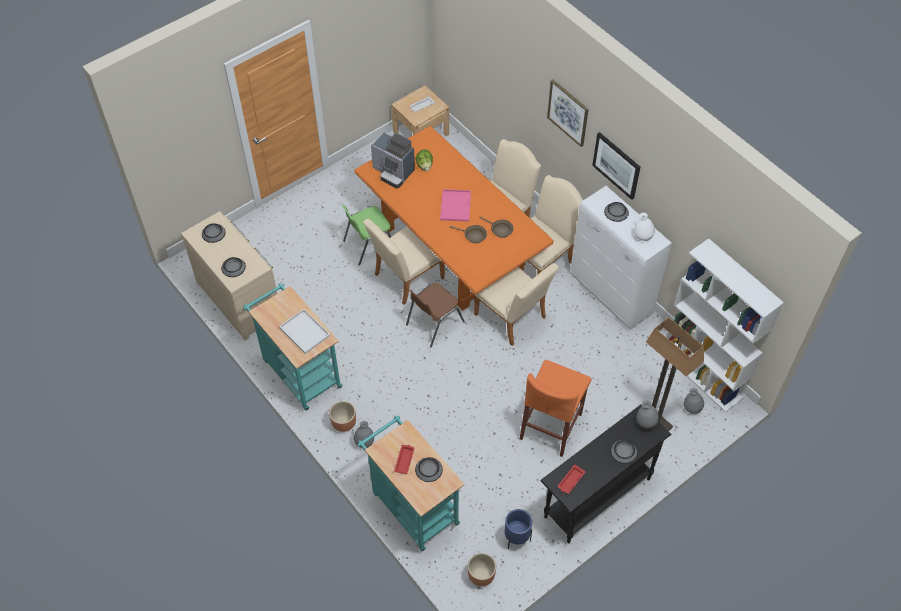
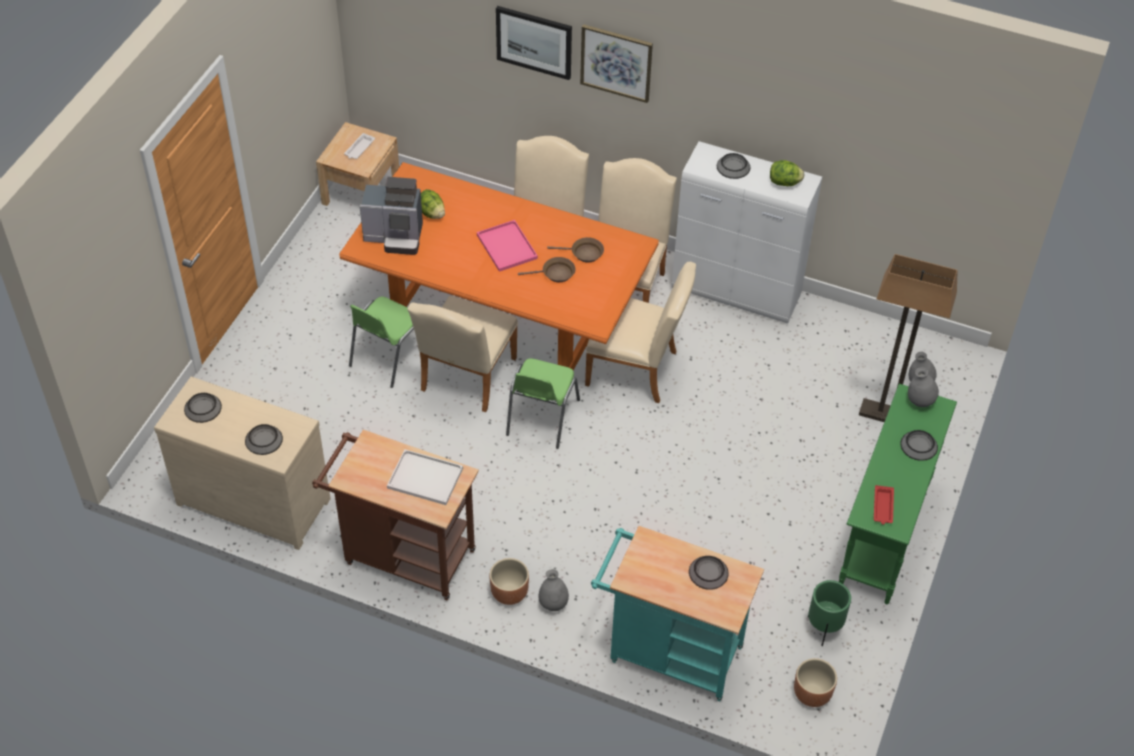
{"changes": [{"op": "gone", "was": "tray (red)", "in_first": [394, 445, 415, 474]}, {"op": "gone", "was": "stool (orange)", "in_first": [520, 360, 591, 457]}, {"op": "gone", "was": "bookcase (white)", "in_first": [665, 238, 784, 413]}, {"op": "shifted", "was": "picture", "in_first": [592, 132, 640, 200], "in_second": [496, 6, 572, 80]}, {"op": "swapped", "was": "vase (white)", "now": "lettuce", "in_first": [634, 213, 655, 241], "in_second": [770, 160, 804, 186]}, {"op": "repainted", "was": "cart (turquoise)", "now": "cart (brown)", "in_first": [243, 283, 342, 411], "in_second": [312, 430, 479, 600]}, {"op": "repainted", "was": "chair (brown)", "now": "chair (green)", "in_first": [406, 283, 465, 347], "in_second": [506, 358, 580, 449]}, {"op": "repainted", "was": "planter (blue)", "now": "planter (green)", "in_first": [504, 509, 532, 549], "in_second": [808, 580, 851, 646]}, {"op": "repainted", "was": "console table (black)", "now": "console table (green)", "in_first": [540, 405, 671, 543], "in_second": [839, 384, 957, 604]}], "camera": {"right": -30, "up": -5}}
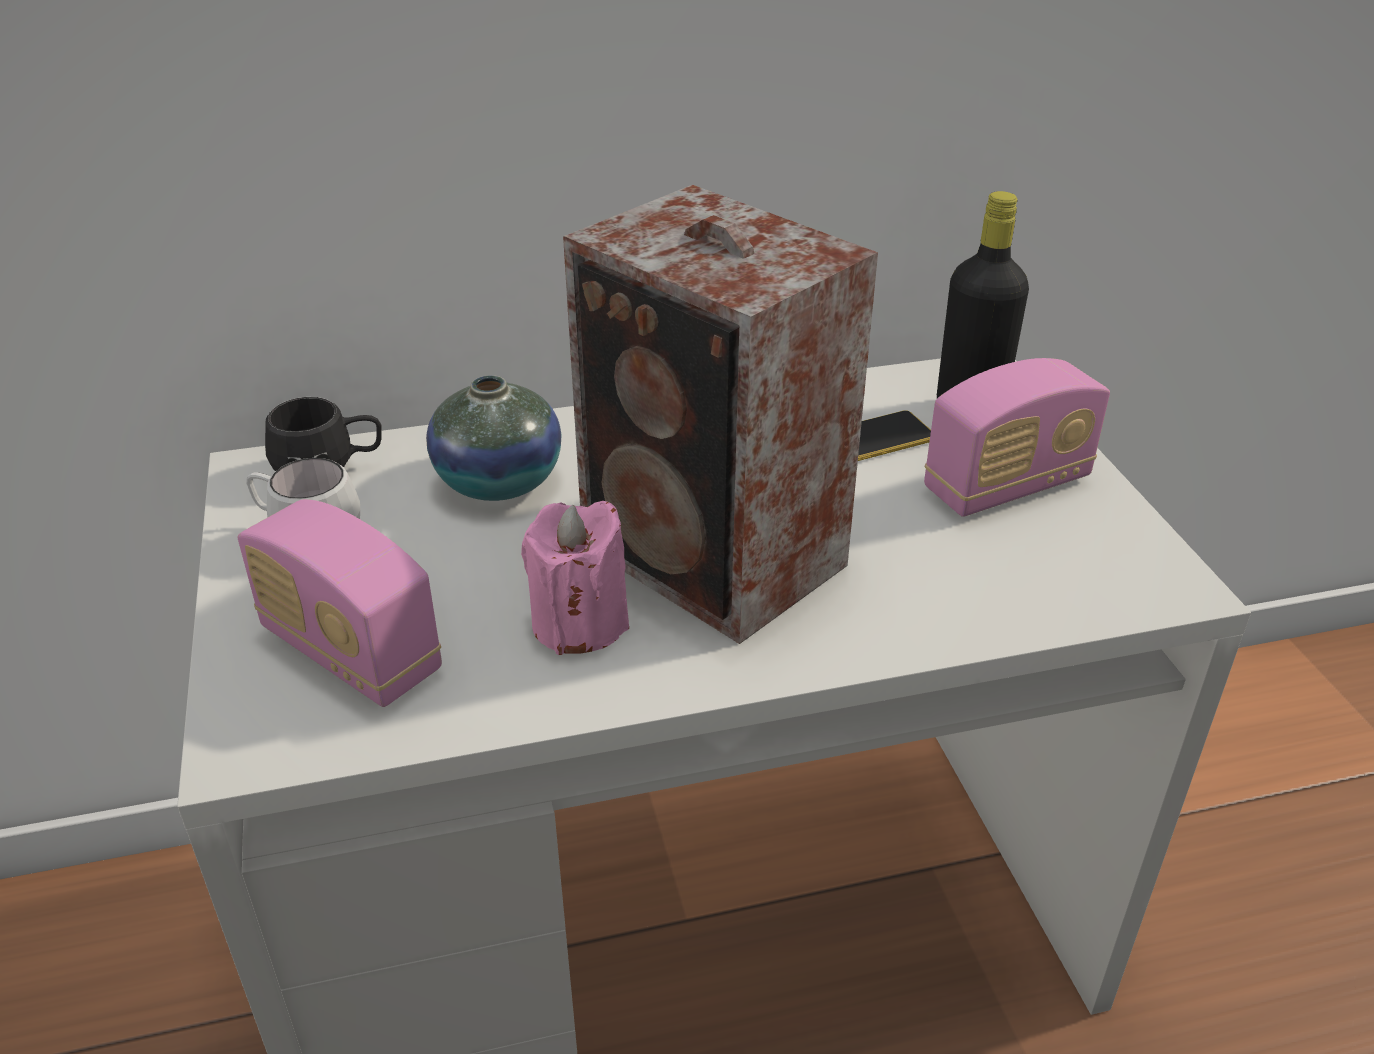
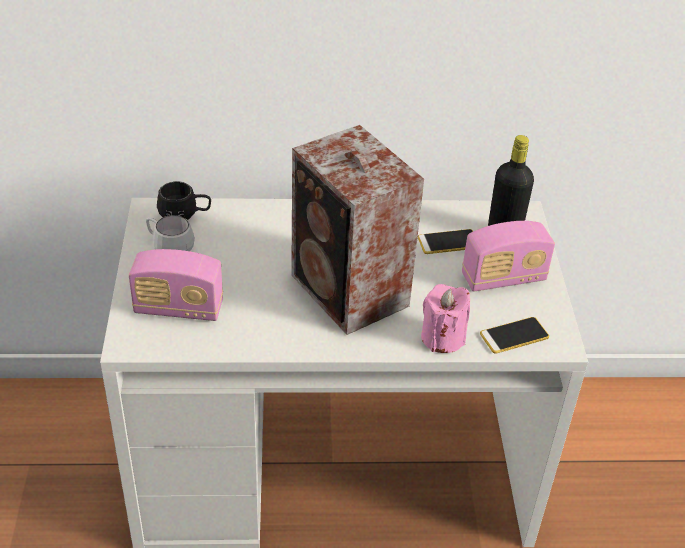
{"changes": [{"op": "gone", "was": "vase", "in_first": [426, 375, 561, 501]}, {"op": "new", "now": "phone", "in_second": [480, 317, 549, 354]}, {"op": "shifted", "was": "candle (pink)", "in_first": [521, 501, 629, 655], "in_second": [421, 284, 470, 353]}, {"op": "rotated", "was": "radio", "in_first": [237, 499, 442, 707], "in_second": [129, 249, 223, 321], "clockwise": -45}], "camera": {"right": 10, "up": 5}}
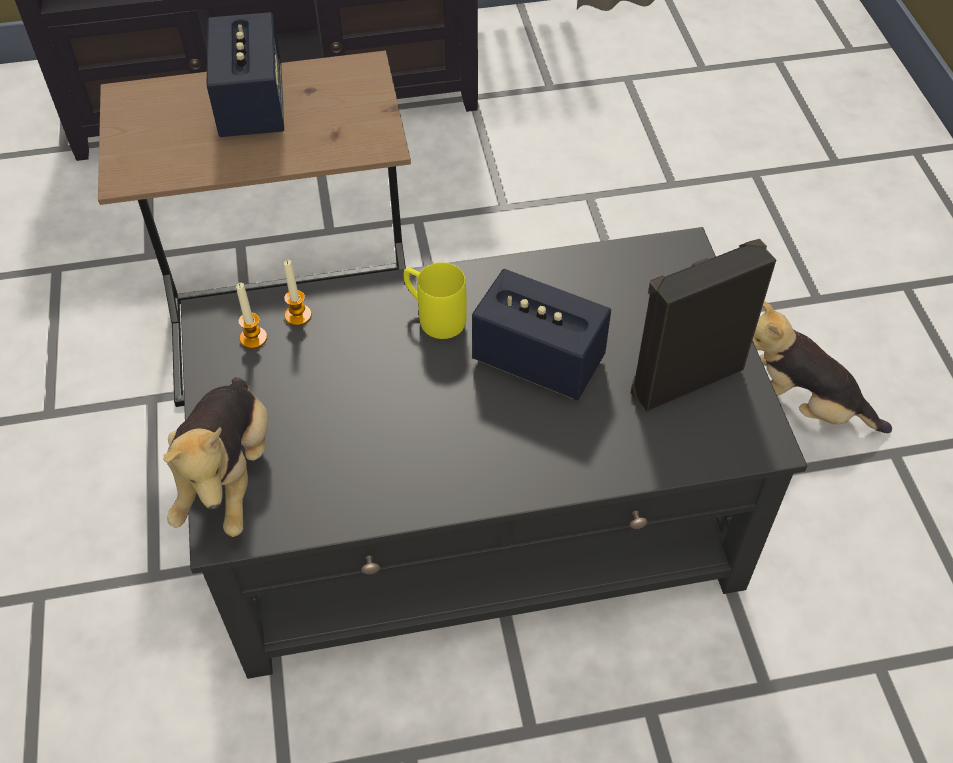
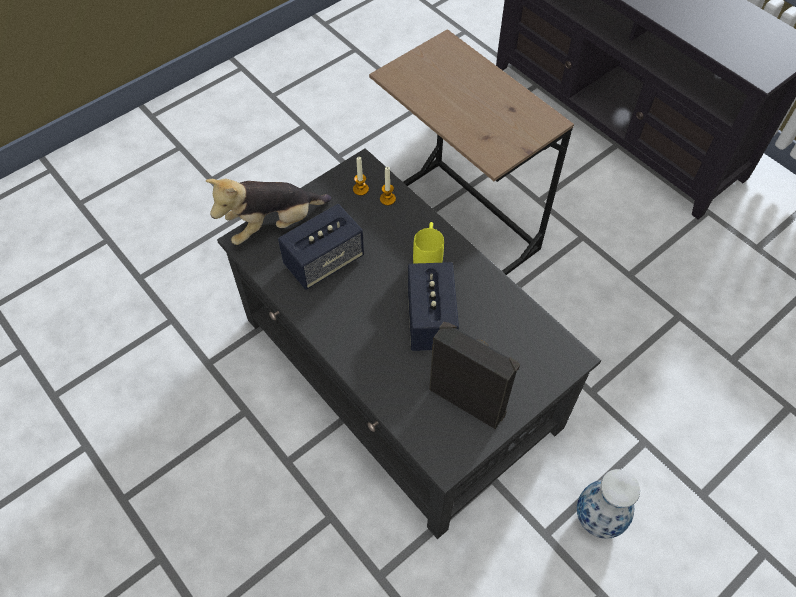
{"changes": [{"op": "shifted", "was": "speaker", "in_first": [207, 12, 284, 137], "in_second": [278, 204, 364, 290]}, {"op": "swapped", "was": "plush toy", "now": "vase", "in_first": [753, 301, 892, 433], "in_second": [577, 469, 640, 539]}], "camera": {"right": 60, "up": 5}}
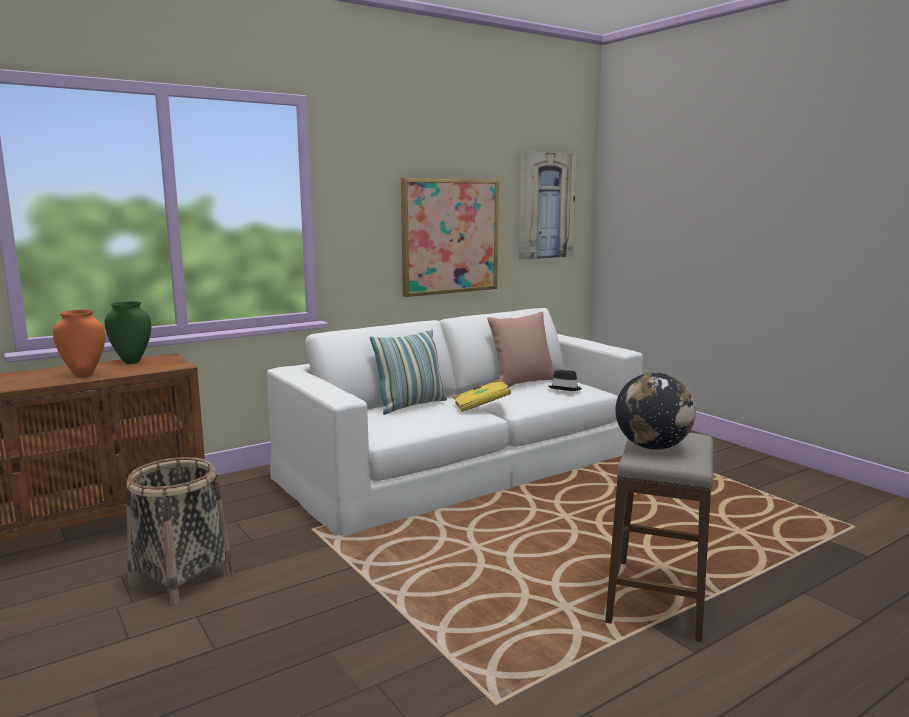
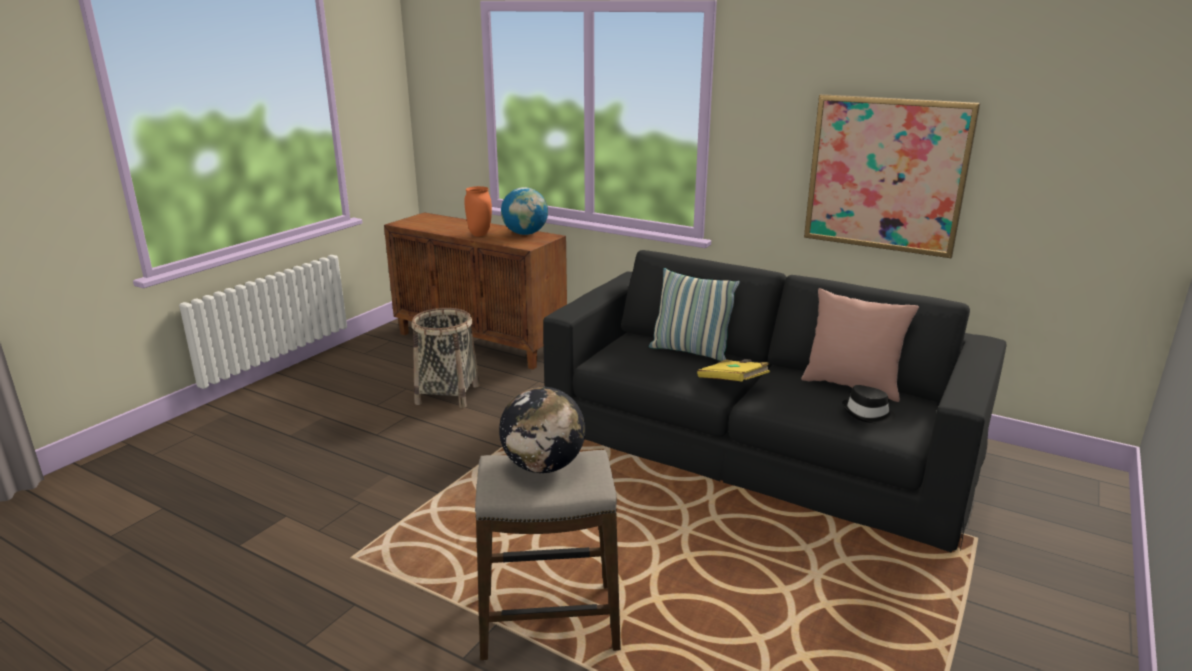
{"changes": [{"op": "gone", "was": "picture", "in_first": [519, 151, 577, 260]}, {"op": "swapped", "was": "vase (green)", "now": "globe", "in_first": [105, 301, 151, 364], "in_second": [501, 187, 548, 235]}, {"op": "repainted", "was": "sofa (white)", "now": "sofa (black)", "in_first": [267, 308, 643, 537], "in_second": [543, 250, 1007, 553]}], "camera": {"right": 65, "up": 10}}
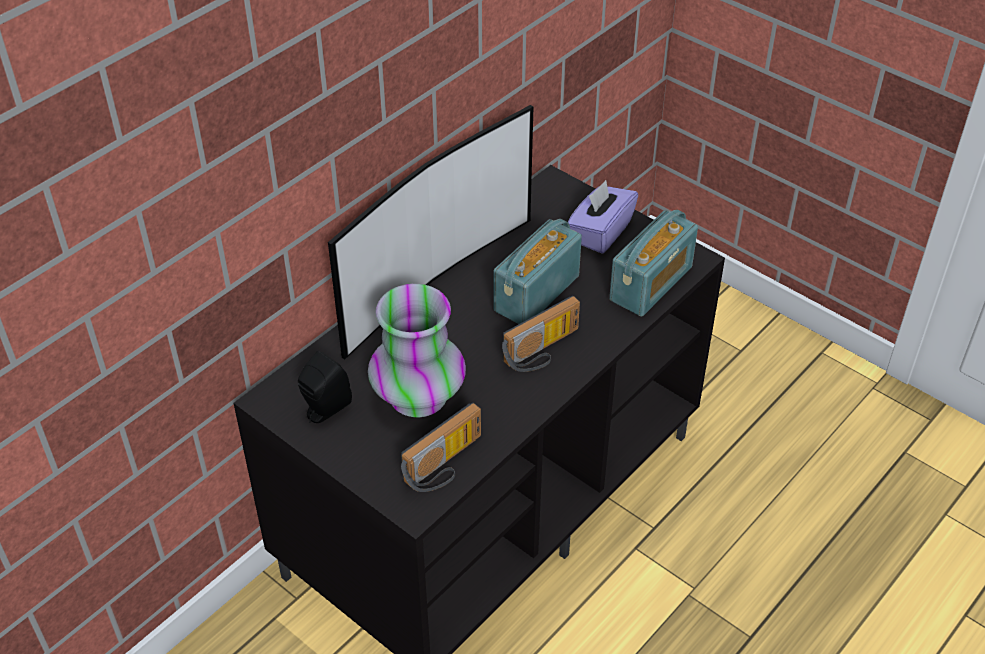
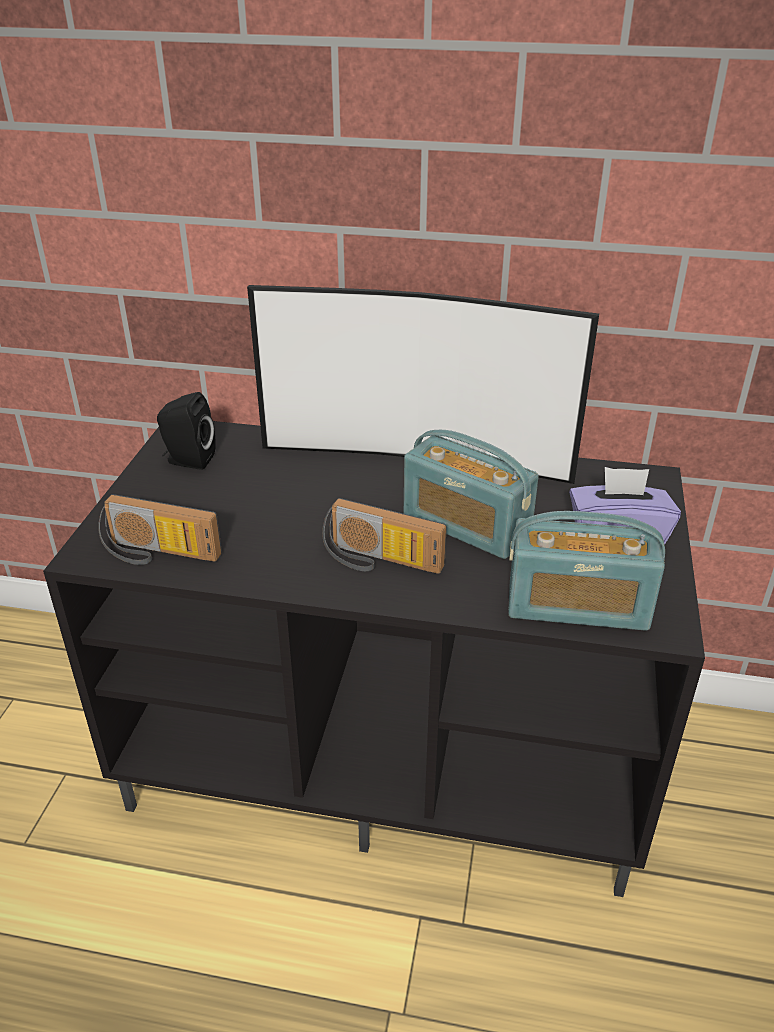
{"changes": [{"op": "gone", "was": "vase", "in_first": [368, 284, 466, 417]}, {"op": "rotated", "was": "radio", "in_first": [494, 219, 582, 324], "in_second": [404, 430, 539, 559], "clockwise": -150}], "camera": {"right": 60, "up": -10}}
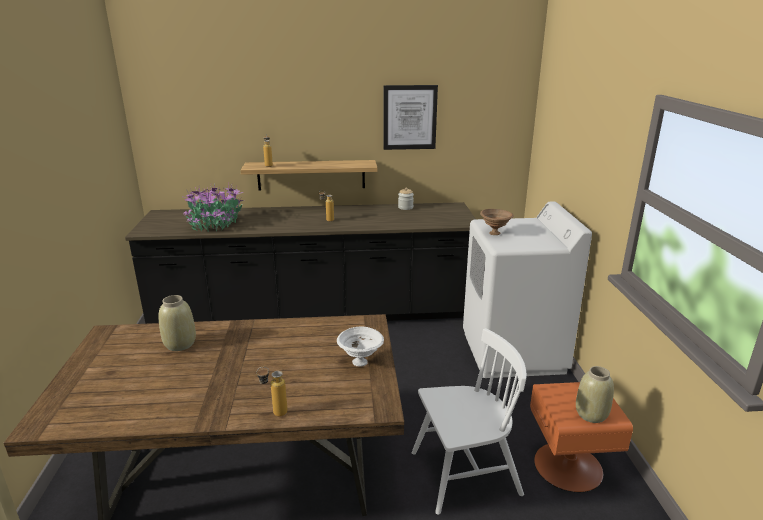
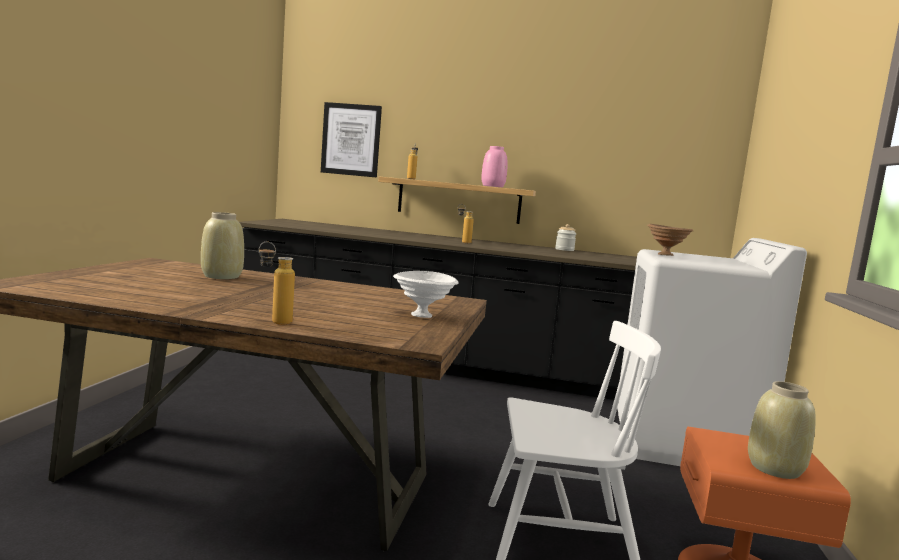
{"changes": [{"op": "gone", "was": "potted plant", "in_first": [184, 182, 244, 232]}, {"op": "new", "now": "vase (pink)", "in_second": [481, 146, 508, 187]}, {"op": "shifted", "was": "picture", "in_first": [383, 85, 438, 150], "in_second": [321, 102, 382, 178]}], "camera": {"right": 15, "up": -15}}
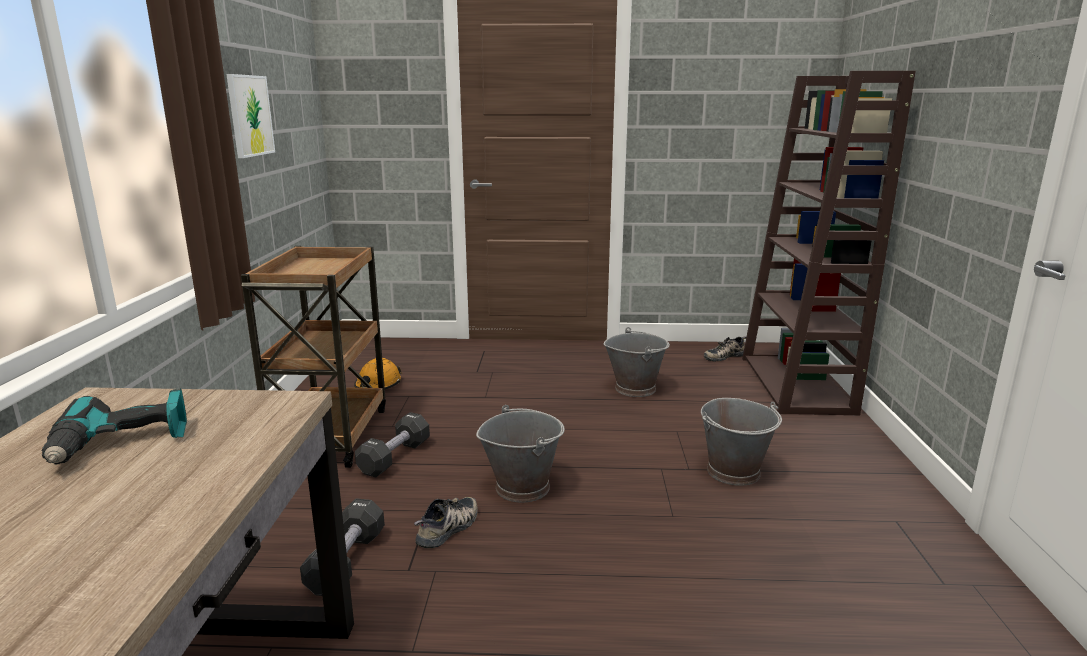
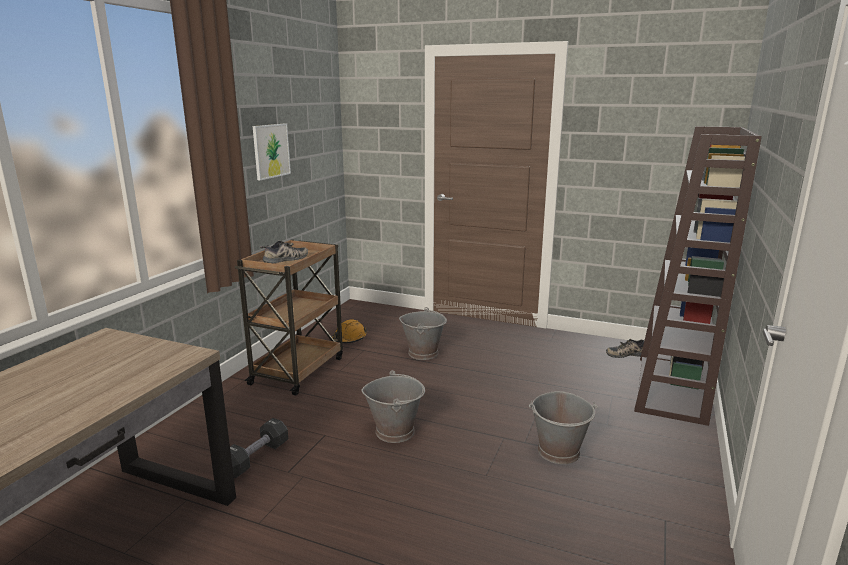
{"changes": [{"op": "gone", "was": "power drill", "in_first": [42, 388, 187, 464]}, {"op": "gone", "was": "dumbbell (black)", "in_first": [355, 412, 430, 478]}, {"op": "shifted", "was": "shoe", "in_first": [414, 497, 478, 548], "in_second": [260, 241, 308, 263]}, {"op": "shifted", "was": "bucket (grey)", "in_first": [603, 327, 670, 397], "in_second": [399, 307, 447, 360]}], "camera": {"right": 20, "up": 0}}
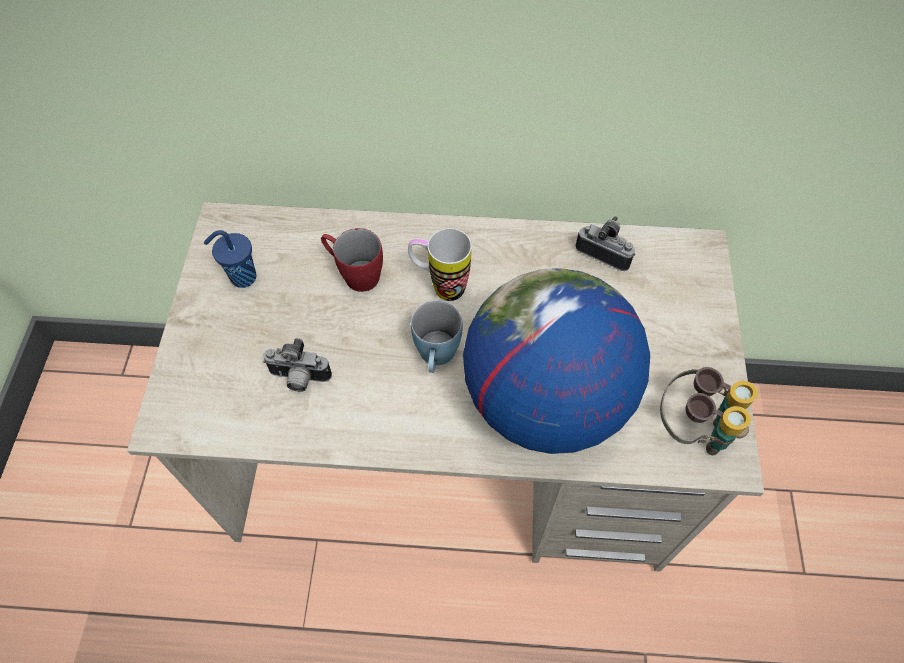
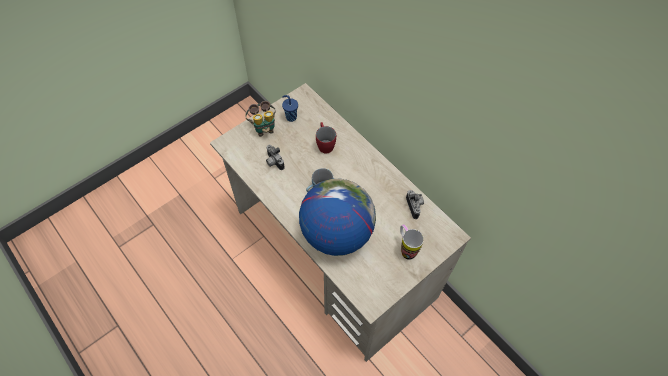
{"changes": [{"op": "shifted", "was": "mug", "in_first": [408, 228, 472, 301], "in_second": [400, 224, 424, 260]}, {"op": "shifted", "was": "binoculars", "in_first": [660, 367, 758, 455], "in_second": [245, 101, 276, 137]}], "camera": {"right": 45, "up": 0}}
